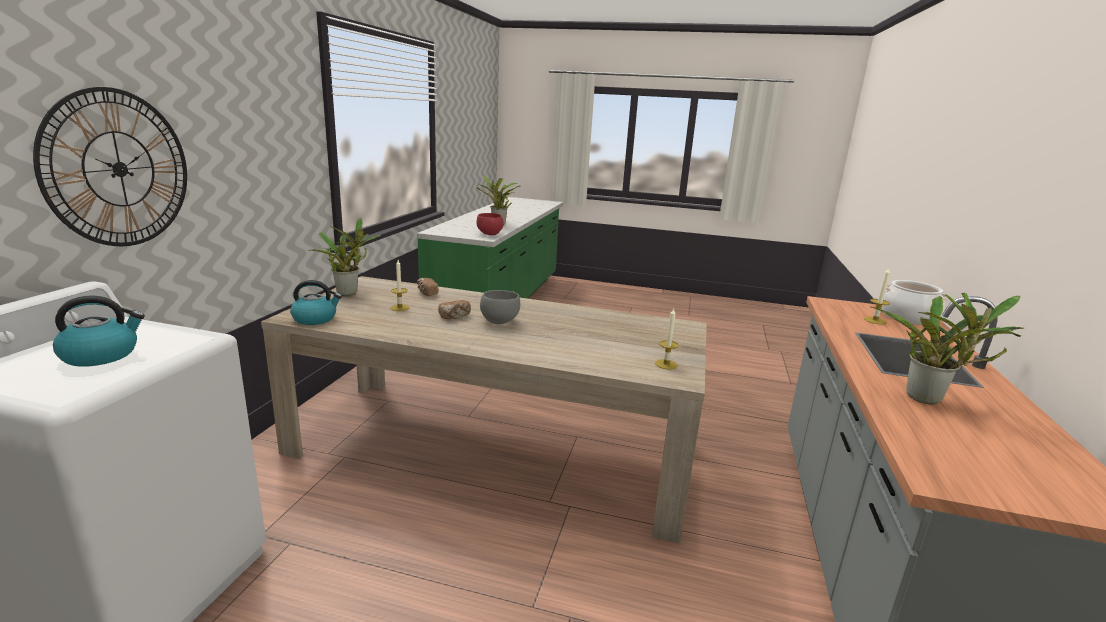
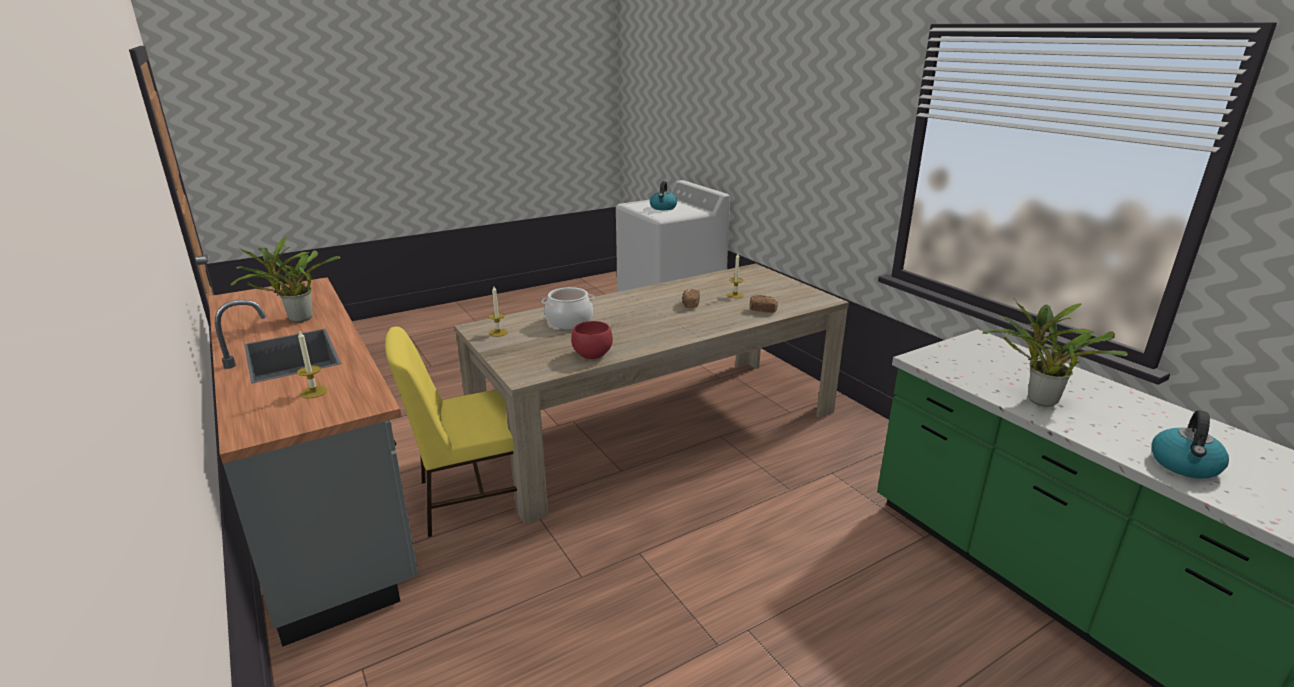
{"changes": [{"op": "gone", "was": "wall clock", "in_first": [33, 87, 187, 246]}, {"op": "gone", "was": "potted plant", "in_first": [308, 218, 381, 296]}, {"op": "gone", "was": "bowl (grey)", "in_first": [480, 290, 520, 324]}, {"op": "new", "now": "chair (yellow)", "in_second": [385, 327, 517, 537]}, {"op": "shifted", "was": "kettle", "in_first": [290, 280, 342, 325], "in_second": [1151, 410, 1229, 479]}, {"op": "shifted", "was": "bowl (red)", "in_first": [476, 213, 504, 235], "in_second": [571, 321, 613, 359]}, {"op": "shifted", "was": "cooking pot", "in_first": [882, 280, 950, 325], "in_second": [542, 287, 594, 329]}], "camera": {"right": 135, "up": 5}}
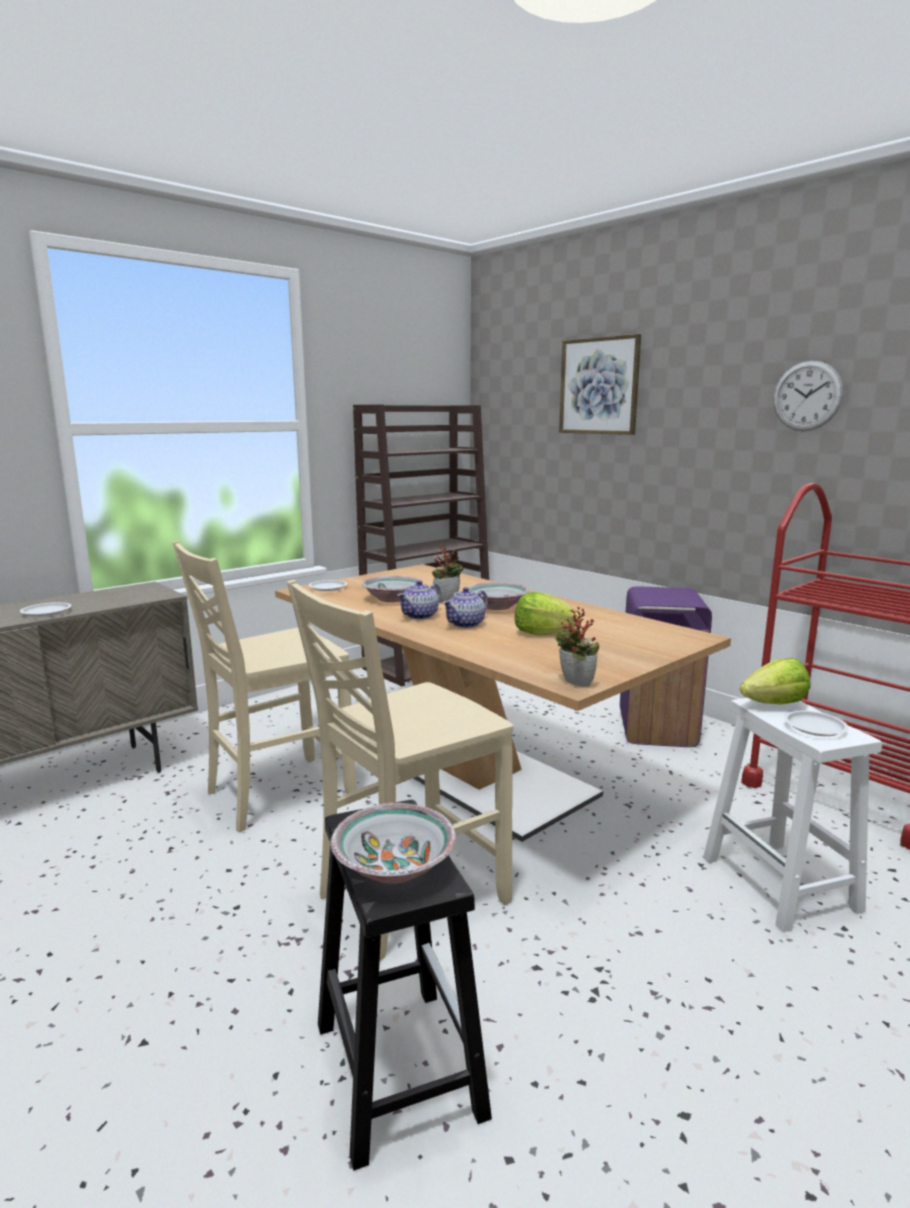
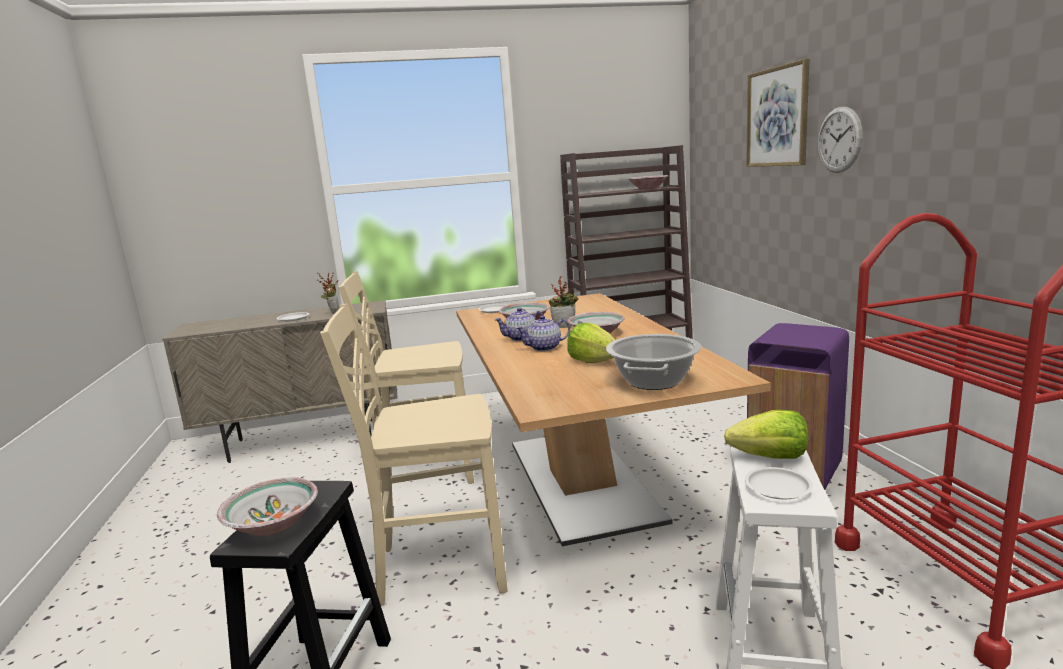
{"changes": [{"op": "new", "now": "cooking pot", "in_second": [606, 334, 701, 390]}, {"op": "new", "now": "bowl", "in_second": [628, 175, 668, 189]}, {"op": "shifted", "was": "potted plant", "in_first": [555, 607, 599, 686], "in_second": [317, 272, 339, 314]}, {"op": "shifted", "was": "wall clock", "in_first": [773, 361, 843, 431], "in_second": [818, 107, 863, 173]}], "camera": {"right": 30, "up": 0}}
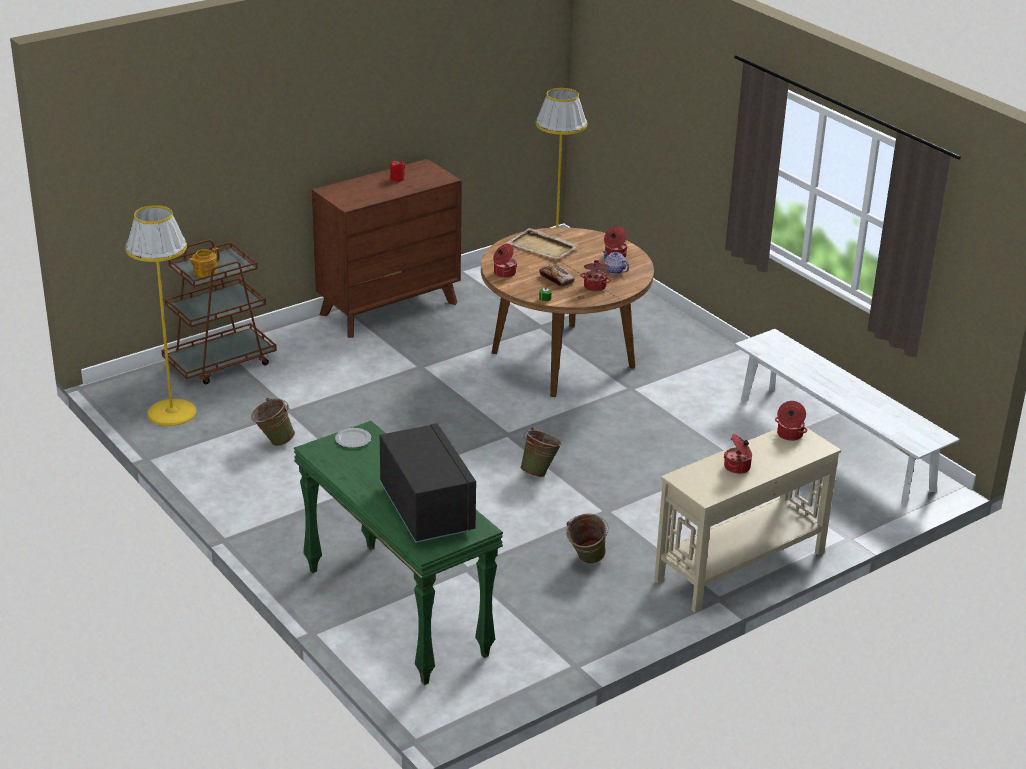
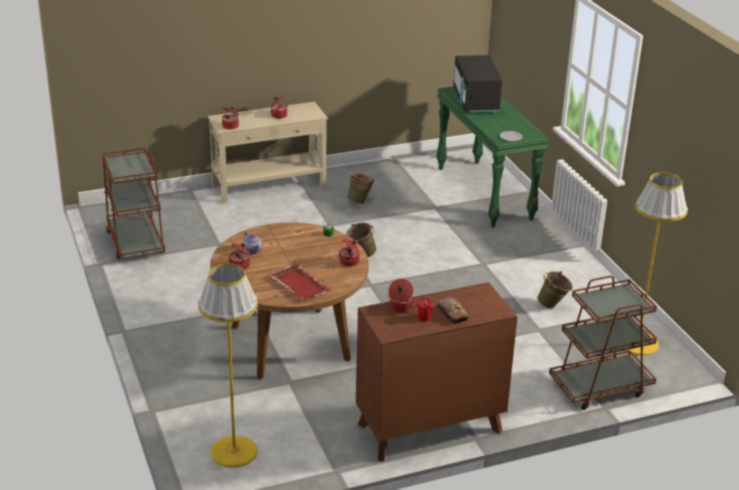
{"changes": [{"op": "gone", "was": "teapot", "in_first": [188, 247, 220, 277]}, {"op": "shifted", "was": "bread", "in_first": [539, 264, 575, 287], "in_second": [437, 297, 469, 324]}, {"op": "shifted", "was": "cooking pot", "in_first": [580, 260, 611, 292], "in_second": [388, 279, 415, 313]}, {"op": "swapped", "was": "bench (white)", "now": "cart (brown)", "in_first": [735, 329, 960, 506], "in_second": [102, 148, 166, 260]}, {"op": "repainted", "was": "tray (beige)", "now": "tray (red)", "in_first": [507, 228, 579, 259], "in_second": [267, 263, 332, 301]}], "camera": {"right": -165, "up": 0}}
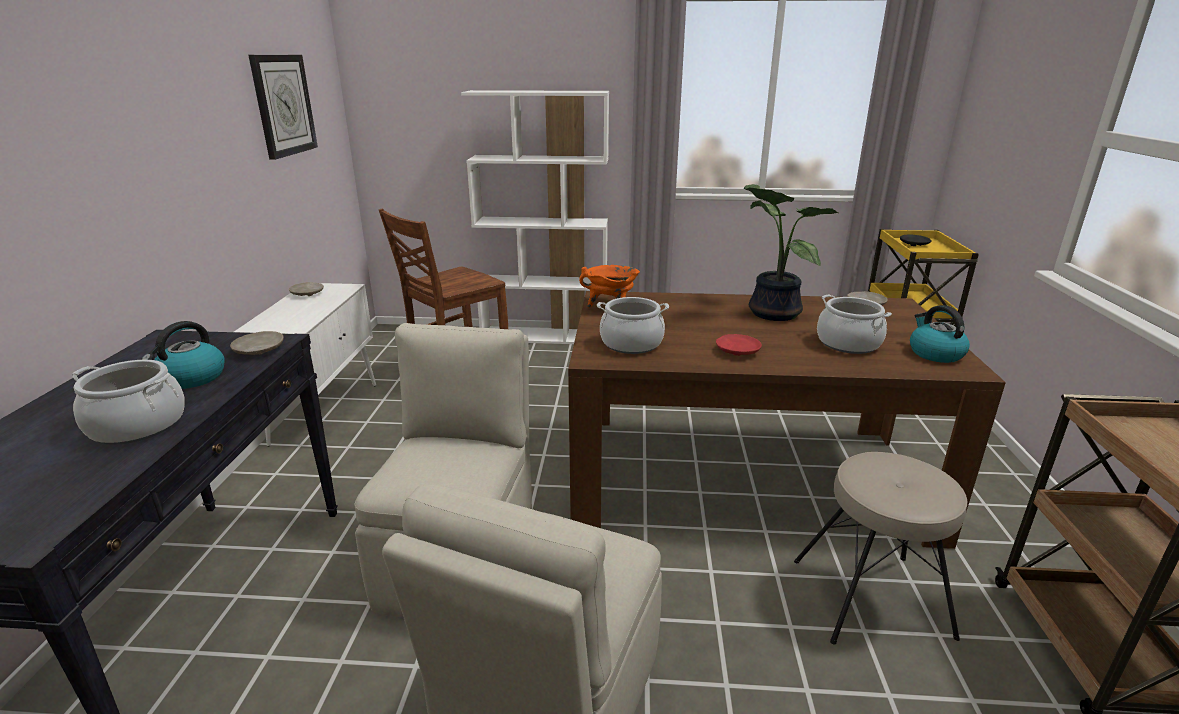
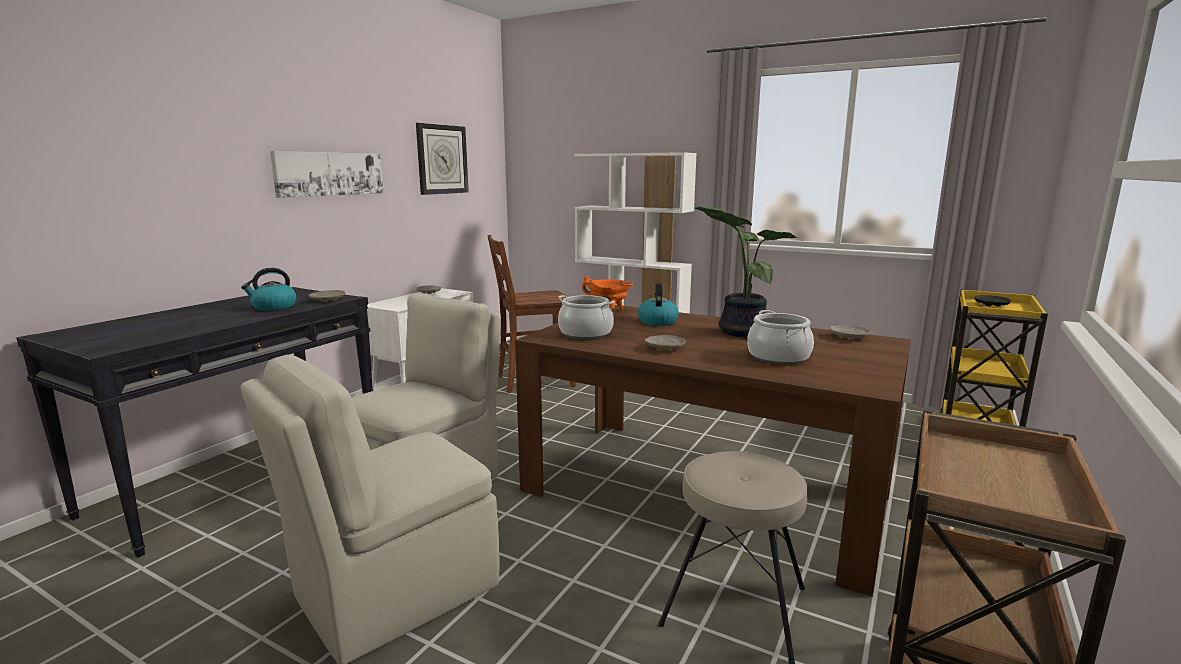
{"changes": [{"op": "gone", "was": "cooking pot", "in_first": [72, 360, 185, 445]}, {"op": "new", "now": "picture", "in_second": [270, 151, 383, 198]}, {"op": "shifted", "was": "kettle", "in_first": [910, 305, 970, 363], "in_second": [638, 283, 679, 326]}, {"op": "repainted", "was": "plate (red)", "now": "plate (beige)", "in_first": [716, 334, 762, 356], "in_second": [645, 335, 686, 351]}], "camera": {"right": 25, "up": -10}}
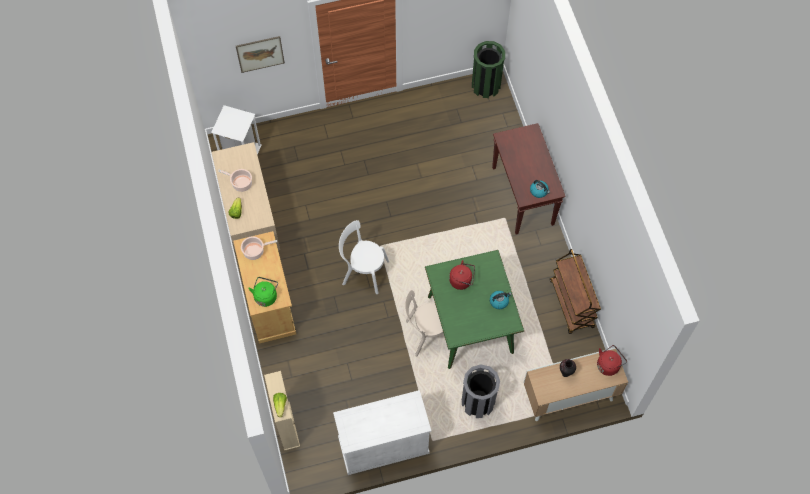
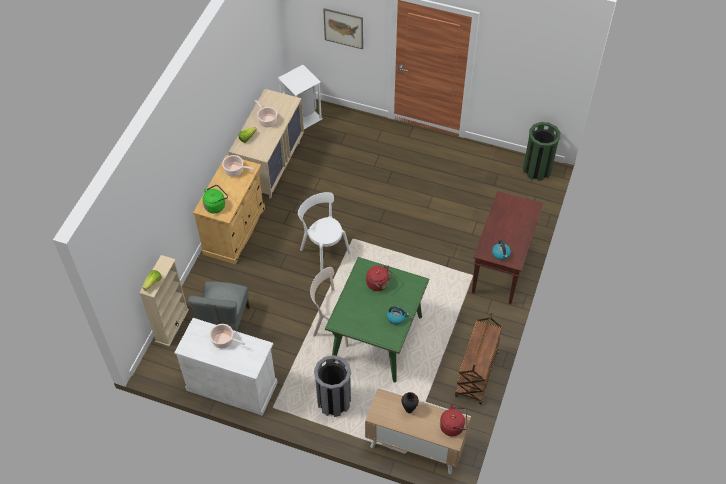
{"changes": [{"op": "new", "now": "chair (grey)", "in_second": [188, 282, 250, 331]}, {"op": "new", "now": "cooking pot", "in_second": [209, 324, 245, 348]}], "camera": {"right": 35, "up": -10}}
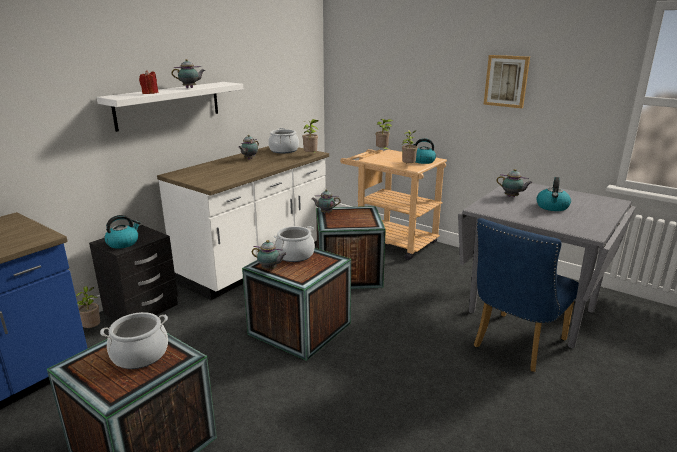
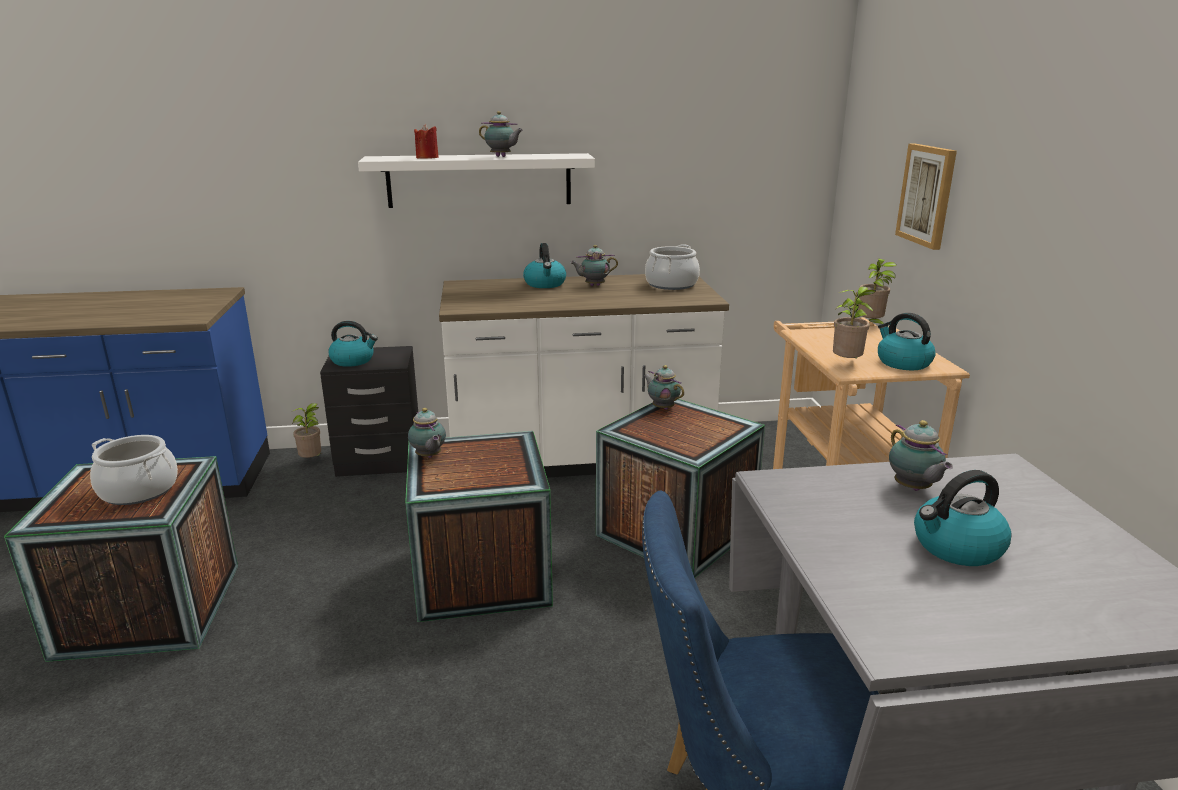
{"changes": [{"op": "gone", "was": "cooking pot", "in_first": [274, 226, 315, 262]}, {"op": "gone", "was": "potted plant", "in_first": [302, 119, 319, 154]}, {"op": "new", "now": "kettle", "in_second": [523, 243, 566, 288]}, {"op": "shifted", "was": "picture", "in_first": [483, 55, 530, 108], "in_second": [895, 144, 957, 250]}], "camera": {"right": 45, "up": 0}}
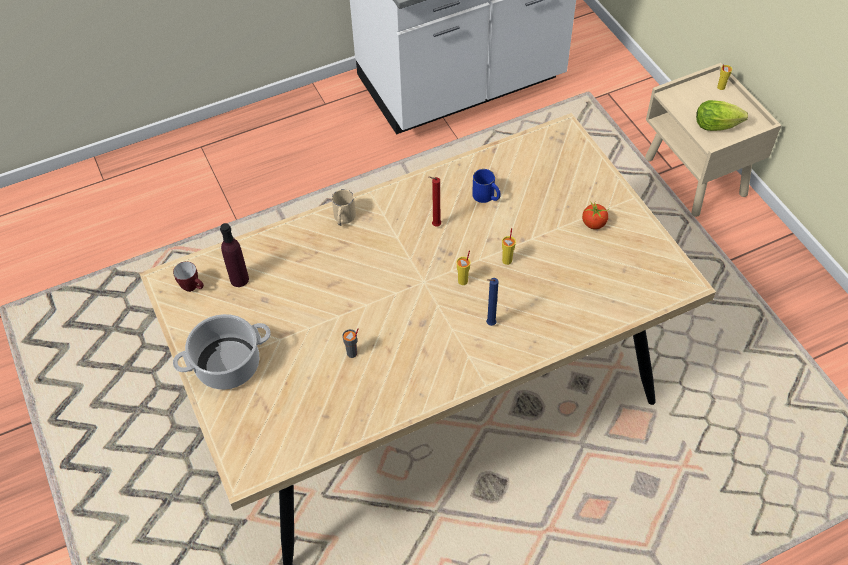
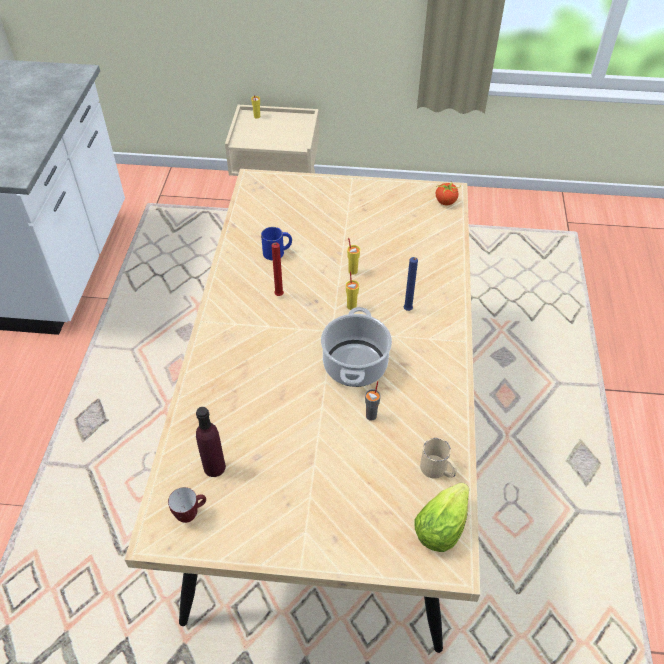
{"changes": [{"op": "shifted", "was": "cooking pot", "in_first": [173, 314, 271, 390], "in_second": [321, 307, 392, 387]}, {"op": "shifted", "was": "mug (beige)", "in_first": [332, 189, 356, 226], "in_second": [420, 438, 457, 479]}, {"op": "shifted", "was": "tomato", "in_first": [582, 201, 608, 229], "in_second": [436, 183, 461, 206]}, {"op": "shifted", "was": "lettuce", "in_first": [696, 100, 748, 131], "in_second": [414, 483, 469, 552]}], "camera": {"right": -60, "up": -5}}
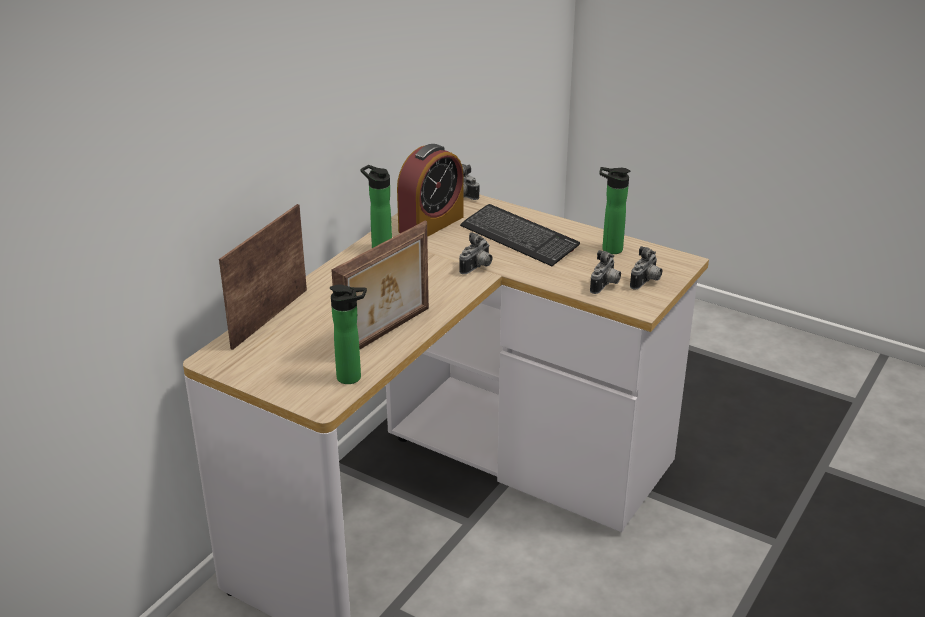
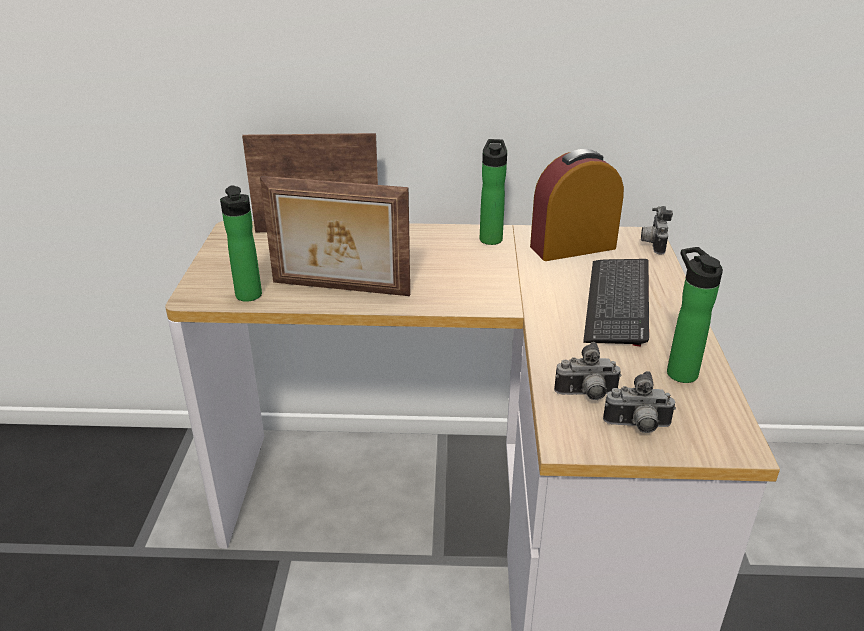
{"changes": [{"op": "gone", "was": "photo camera", "in_first": [459, 232, 492, 274]}, {"op": "rotated", "was": "alarm clock", "in_first": [397, 144, 463, 237], "in_second": [530, 149, 624, 261], "clockwise": 150}], "camera": {"right": 60, "up": 0}}
